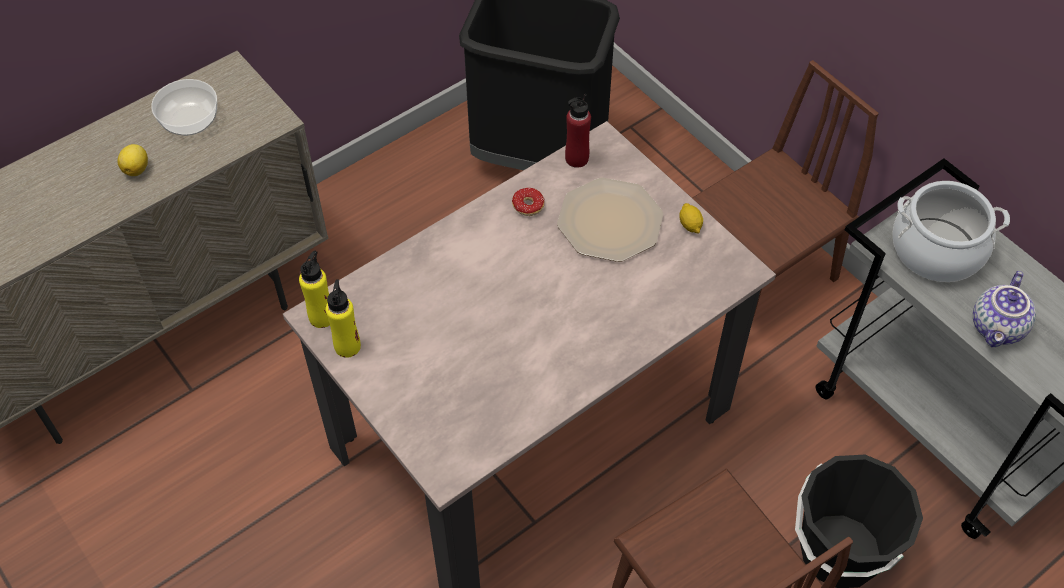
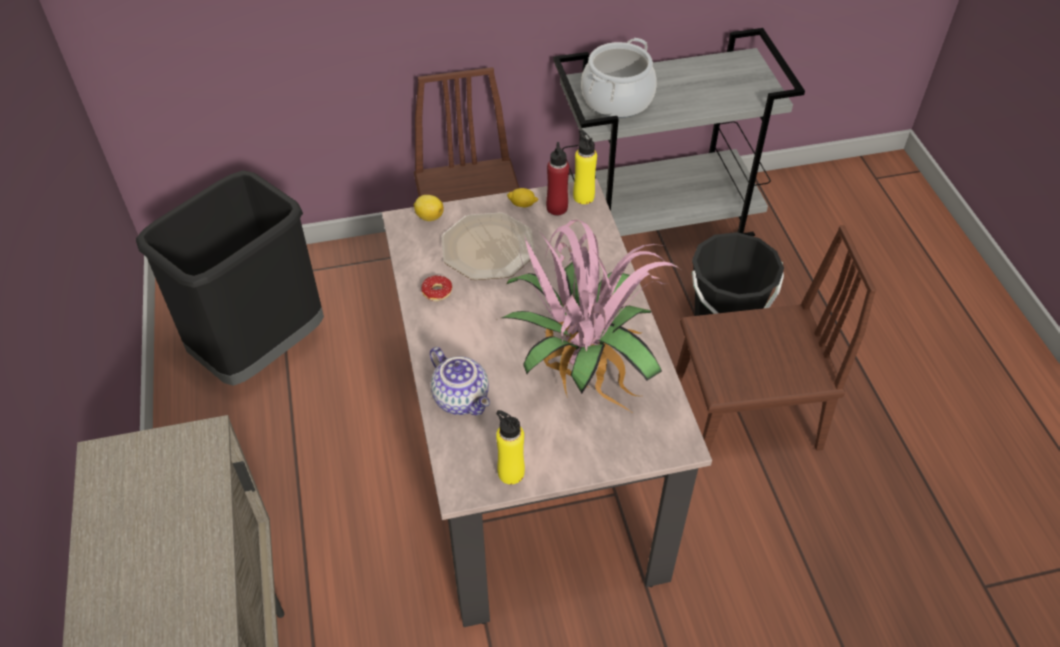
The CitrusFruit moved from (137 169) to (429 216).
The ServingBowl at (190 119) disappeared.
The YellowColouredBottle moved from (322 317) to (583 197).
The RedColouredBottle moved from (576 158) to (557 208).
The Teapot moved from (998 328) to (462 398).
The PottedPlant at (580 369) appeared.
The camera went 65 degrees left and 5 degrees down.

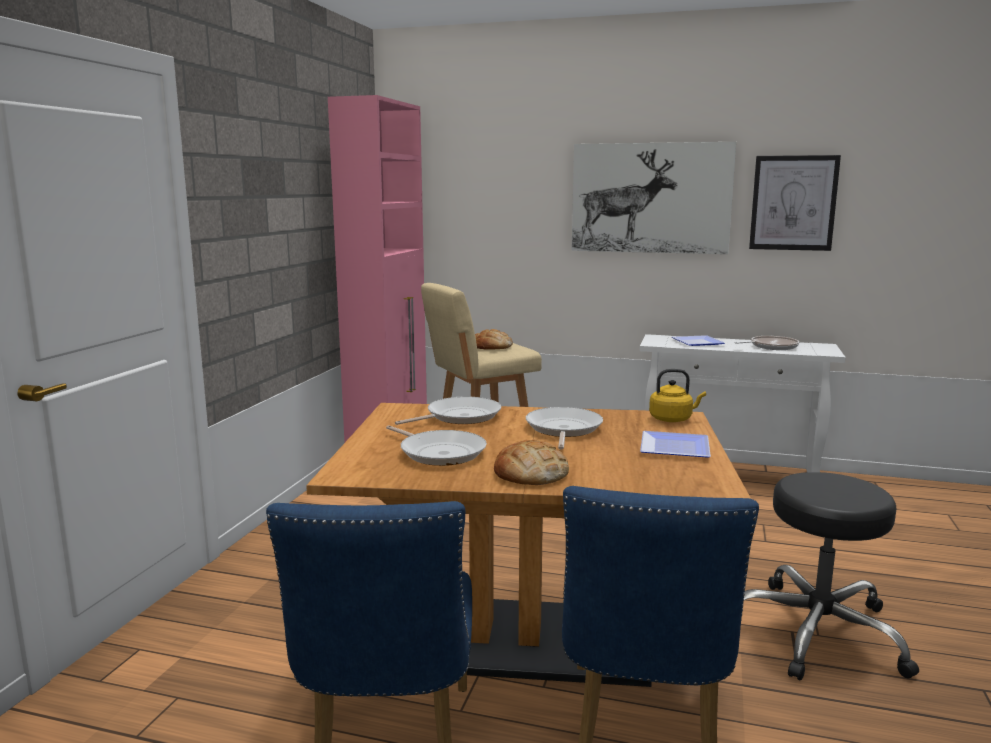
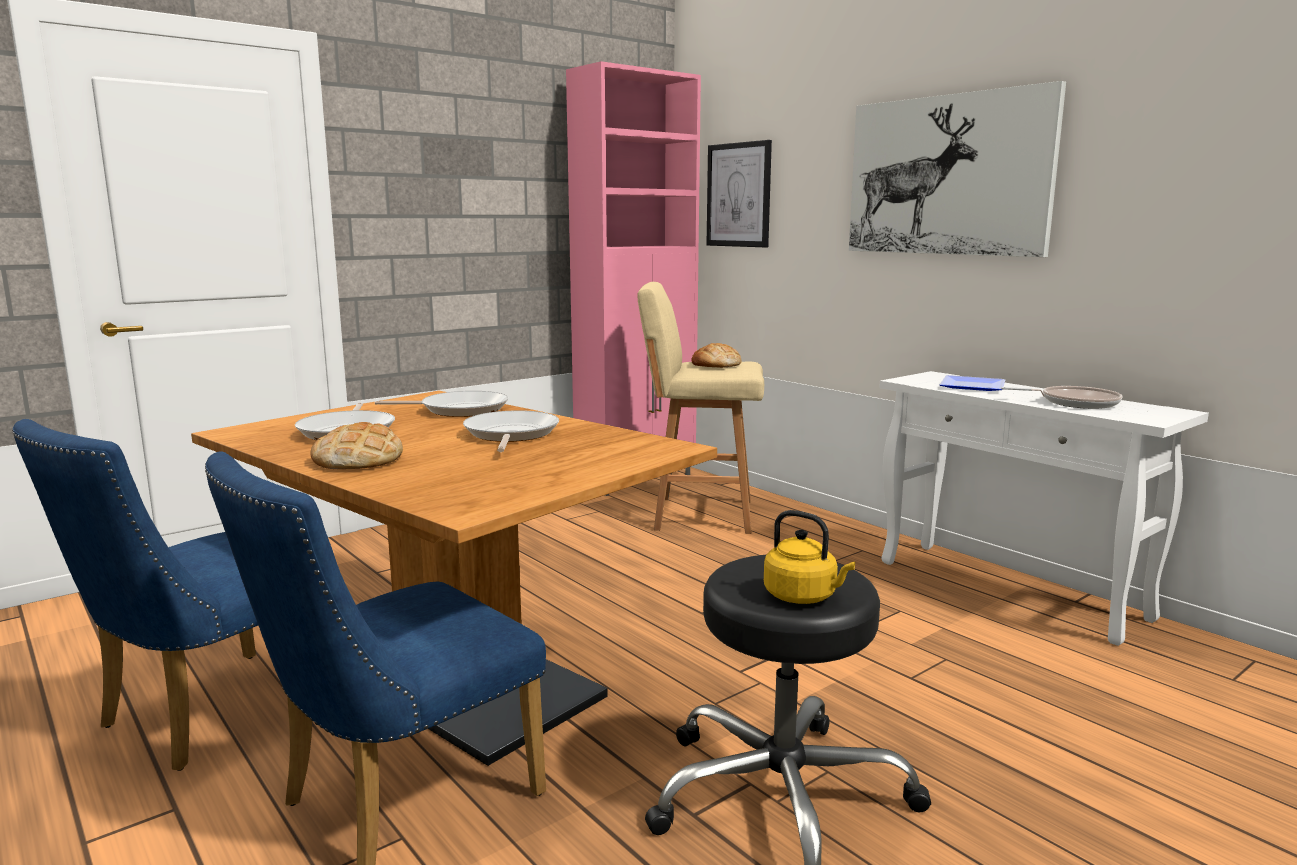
The Skillet at (563 429) turned 45 degrees counterclockwise.
The Plate at (677 447) disappeared.
The YellowColouredWaterKettle moved from (673 419) to (803 597).
The Picture moved from (793 203) to (739 195).
The camera went 35 degrees right and 0 degrees up.

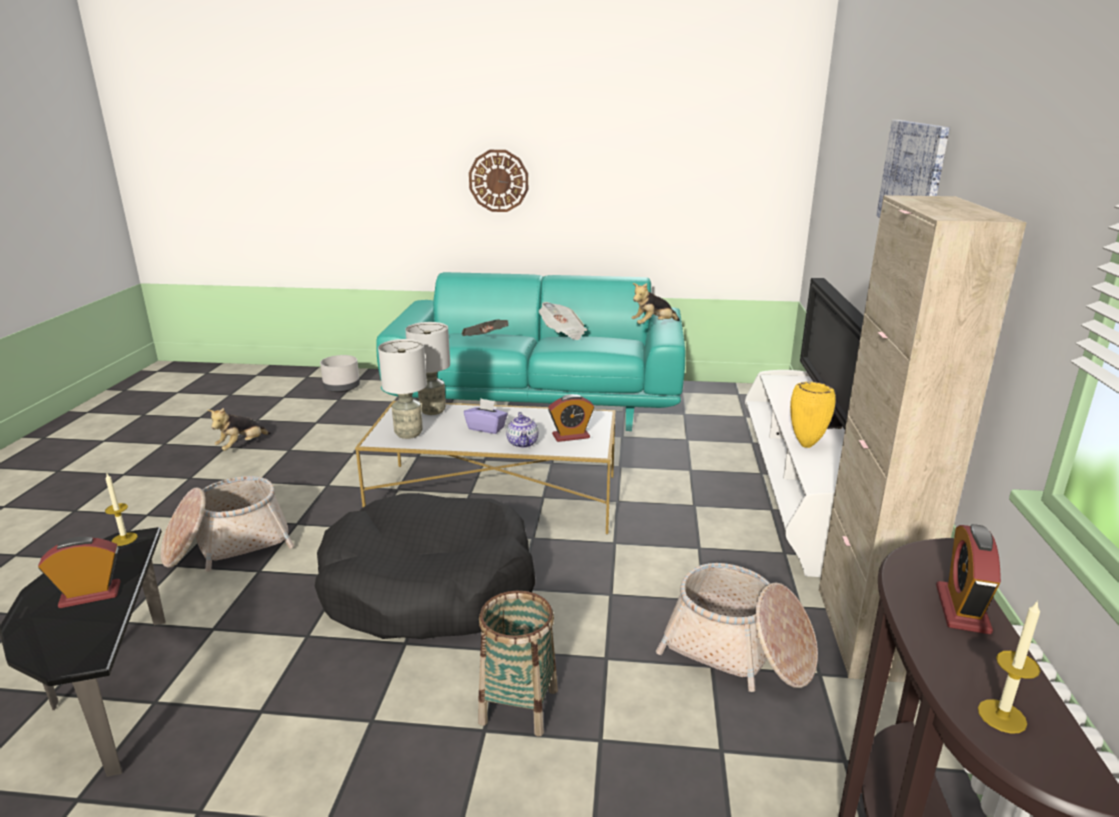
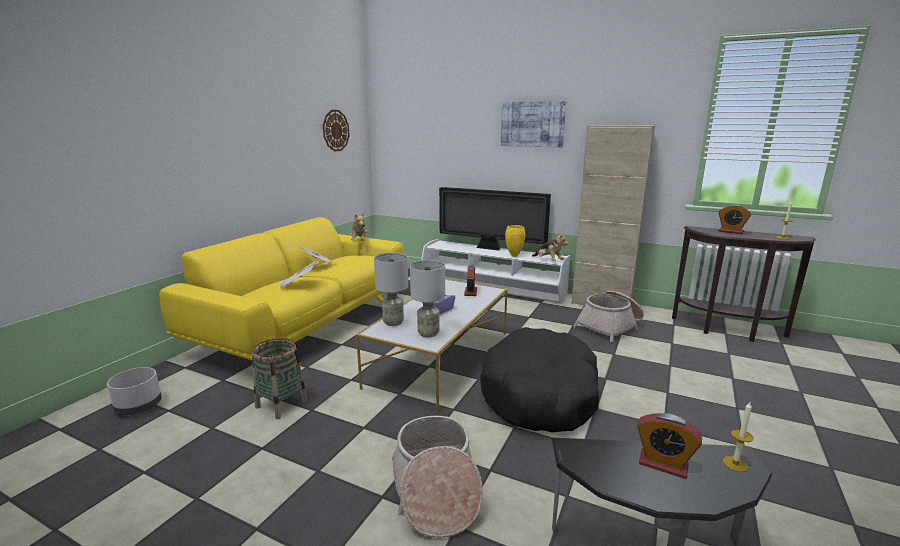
The TableClock at (90 595) turned 60 degrees counterclockwise.
The WaxCandle moved from (124 539) to (735 464).
The PlushToy moved from (242 446) to (548 261).
The TurquoiseColouredCouch at (538 399) became the YellowColouredCouch at (307 323).
The HangingClock moved from (498 181) to (335 130).
The StorageBasket moved from (518 706) to (281 404).
The Teapot at (523 443) disappeared.
The camera went 70 degrees left and 5 degrees down.

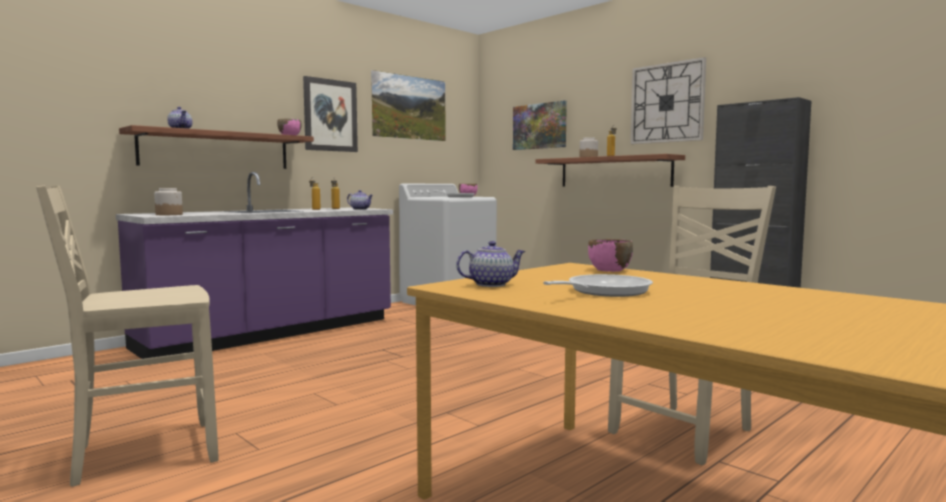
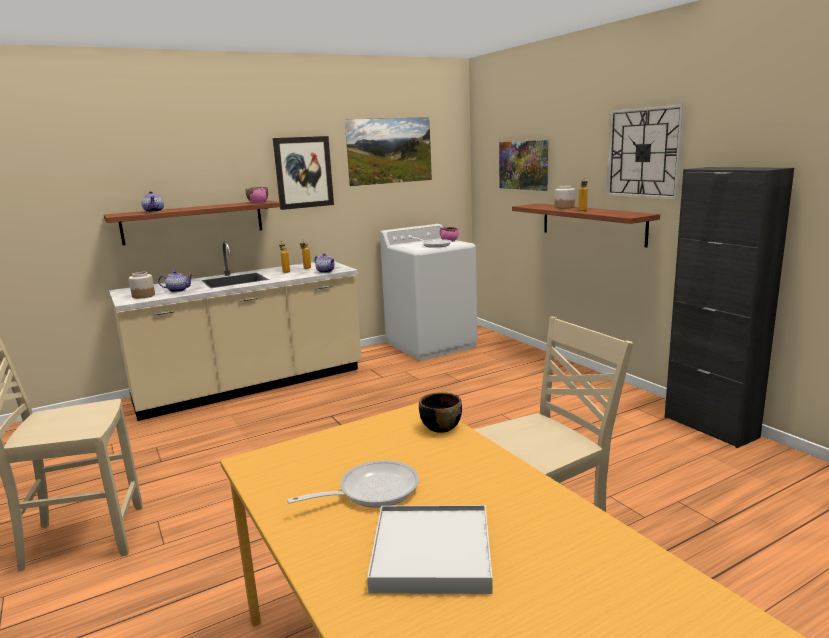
The PurplishKitchenCounter at (271 333) became the BeigeColouredKitchenCounter at (251 386).
The Teapot moved from (491 284) to (178 290).
The PinkishServingBowl at (609 270) became the BlackishServingBowl at (440 427).
The WhiteCarryingTray at (432 553) appeared.
The camera went 15 degrees right and 10 degrees up.

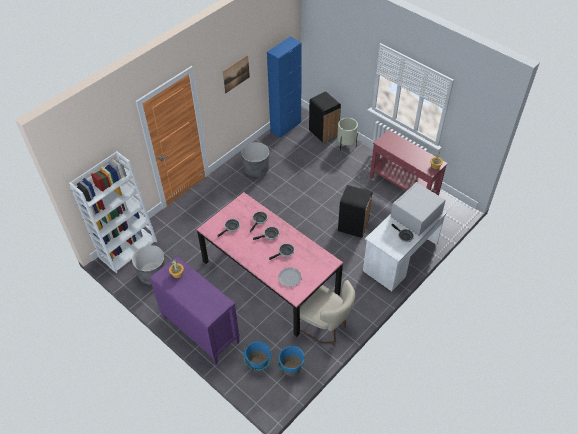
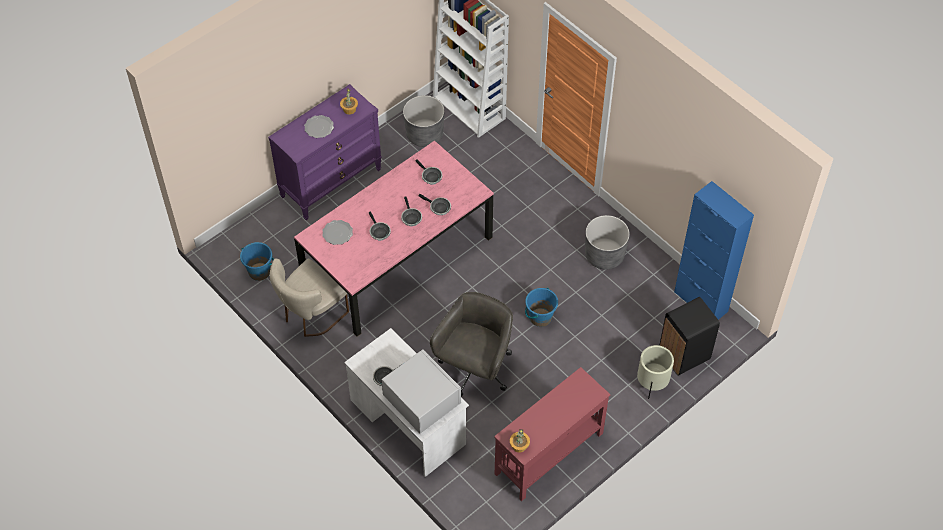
The Picture at (236 74) disappeared.
The BluishWaterBucket moved from (258 363) to (540 317).
The BlackishRubbishBin at (353 226) was replaced by the GreyComputerChair at (475 369).
The Plate at (319 127) appeared.
The camera went 95 degrees right and 5 degrees up.

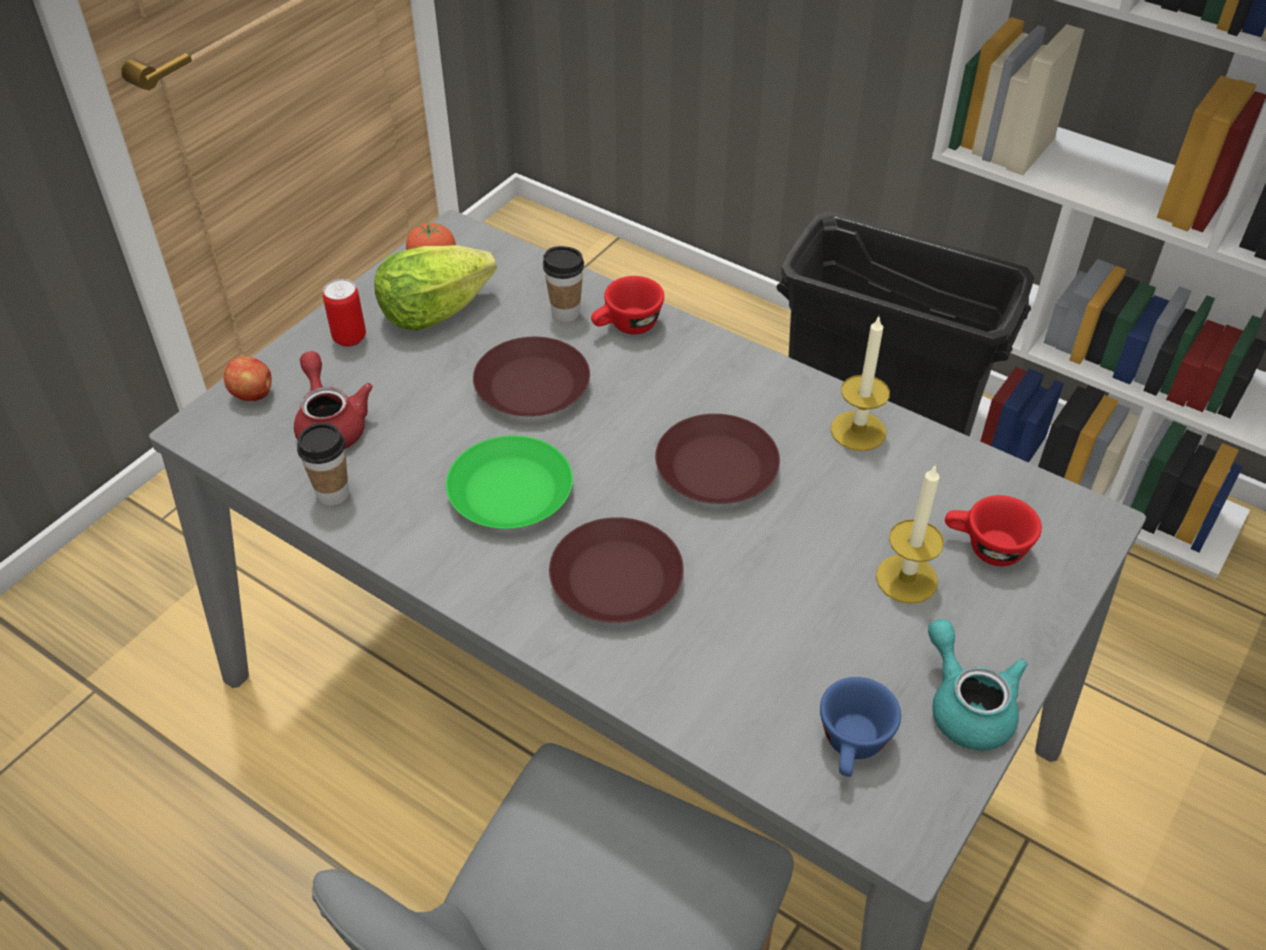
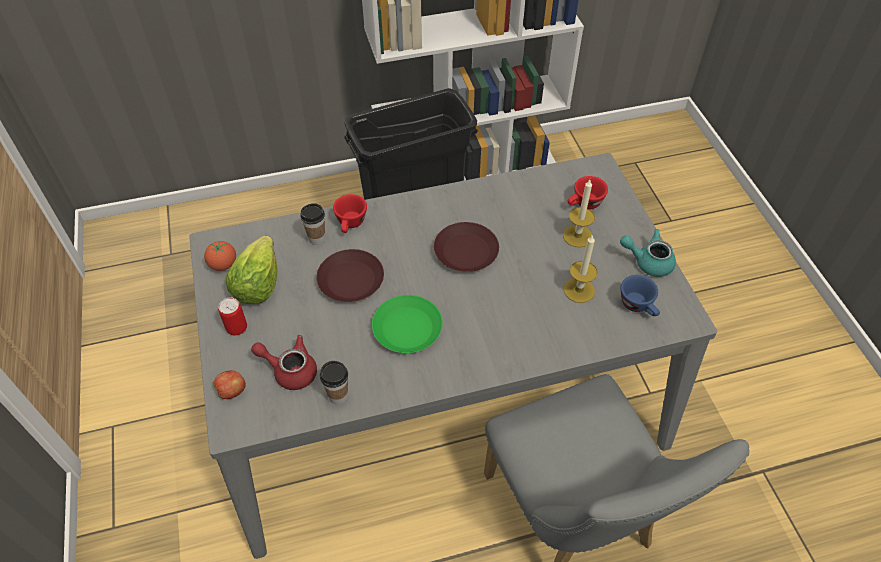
The BrownishPlate at (615 580) disappeared.
The WaxCandle moved from (858 431) to (579 290).
The camera went 50 degrees left and 5 degrees up.

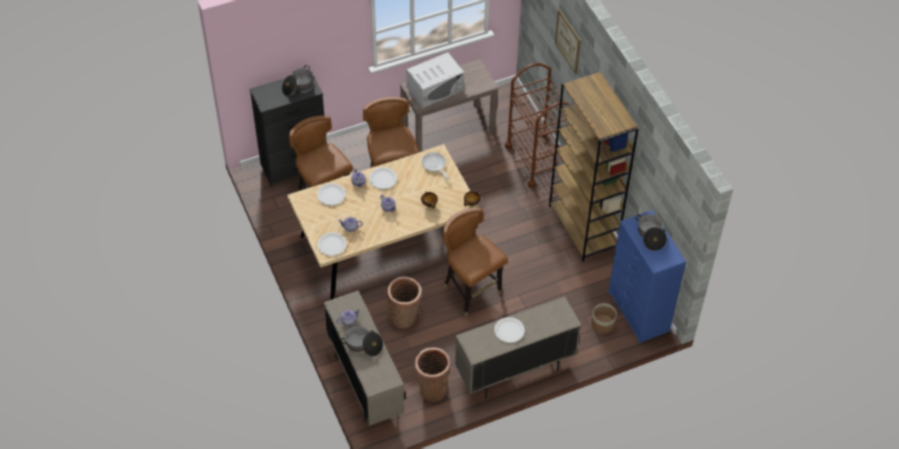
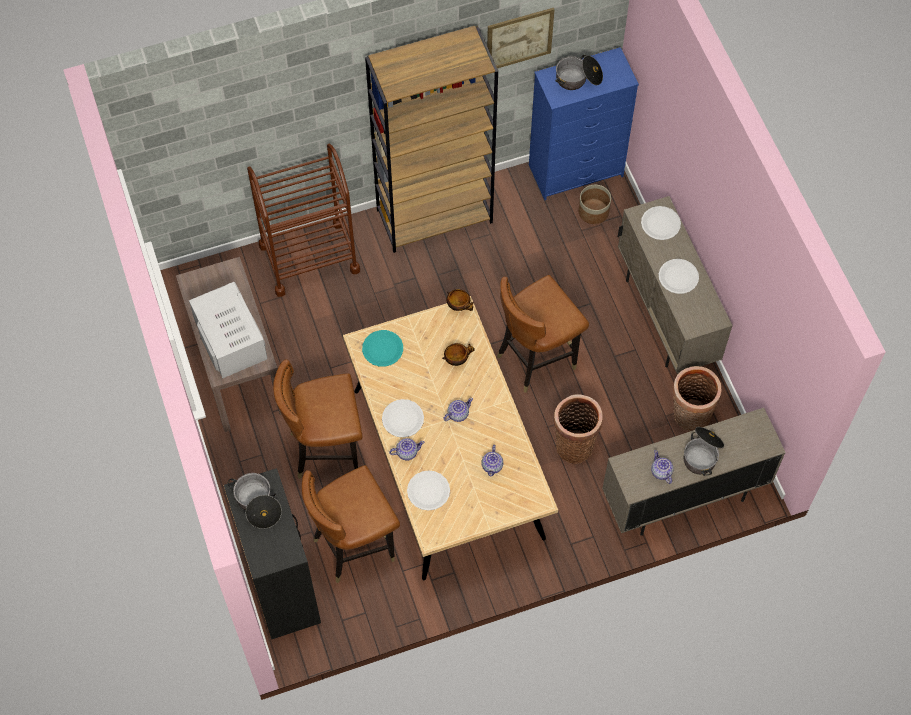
The WhitePlate moved from (331 245) to (660 224).
The Skillet at (434 165) was replaced by the TurquoiseColouredPlate at (383 349).
The Picture moved from (568 41) to (519 38).
The camera went 85 degrees left and 10 degrees up.

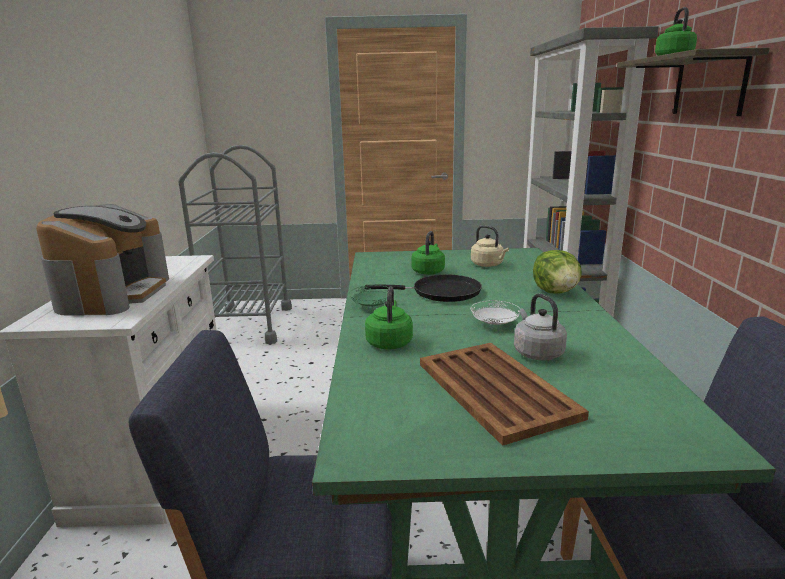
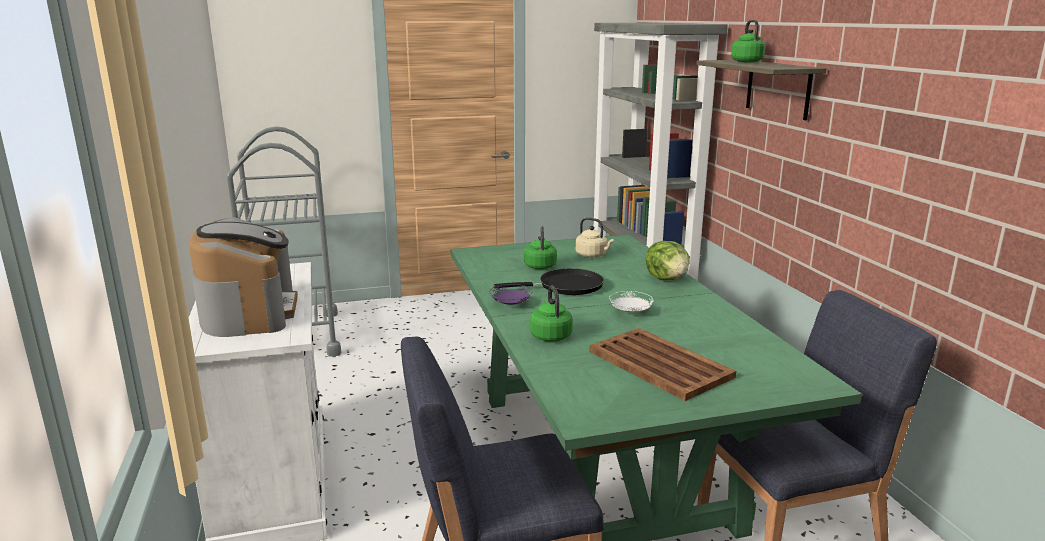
The GreenishPlate at (372 306) became the PurplishPlate at (511 304).
The GreyWaterKettle at (536 352) disappeared.
The camera went 15 degrees left and 0 degrees up.

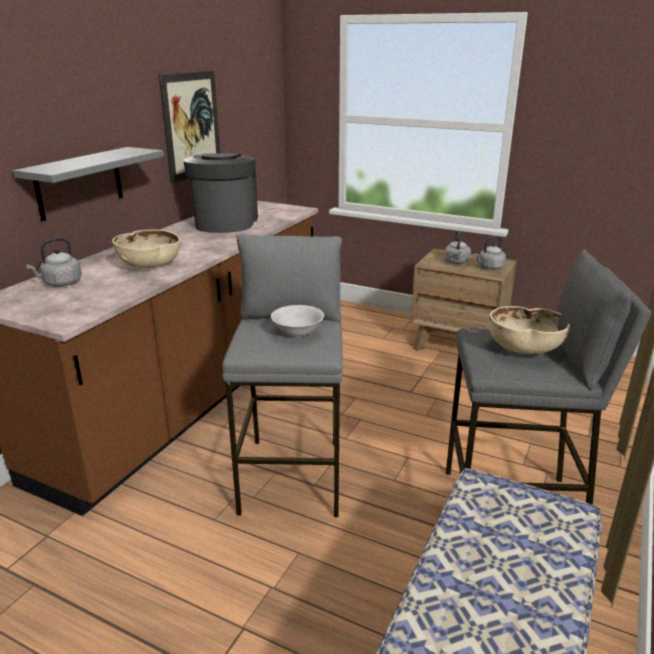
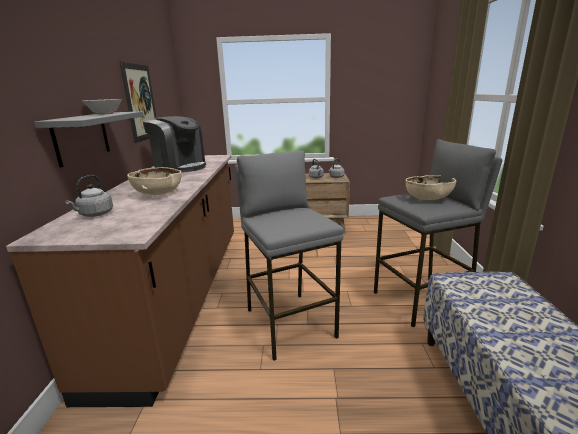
The CoffeeBrewer at (225 222) turned 150 degrees clockwise.
The WhiteServingBowl moved from (298 333) to (105 114).
The camera went 25 degrees left and 5 degrees down.

